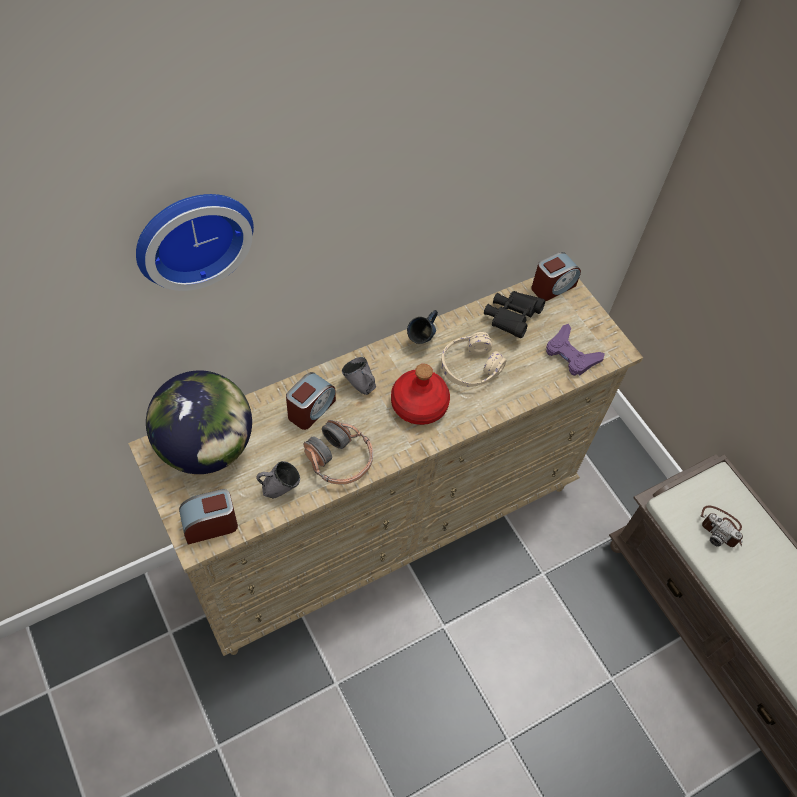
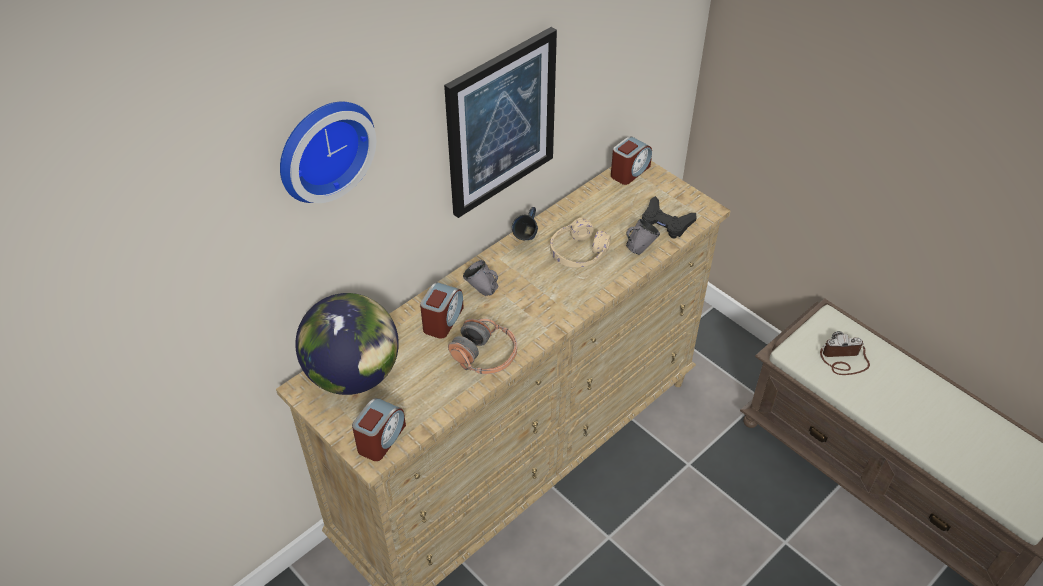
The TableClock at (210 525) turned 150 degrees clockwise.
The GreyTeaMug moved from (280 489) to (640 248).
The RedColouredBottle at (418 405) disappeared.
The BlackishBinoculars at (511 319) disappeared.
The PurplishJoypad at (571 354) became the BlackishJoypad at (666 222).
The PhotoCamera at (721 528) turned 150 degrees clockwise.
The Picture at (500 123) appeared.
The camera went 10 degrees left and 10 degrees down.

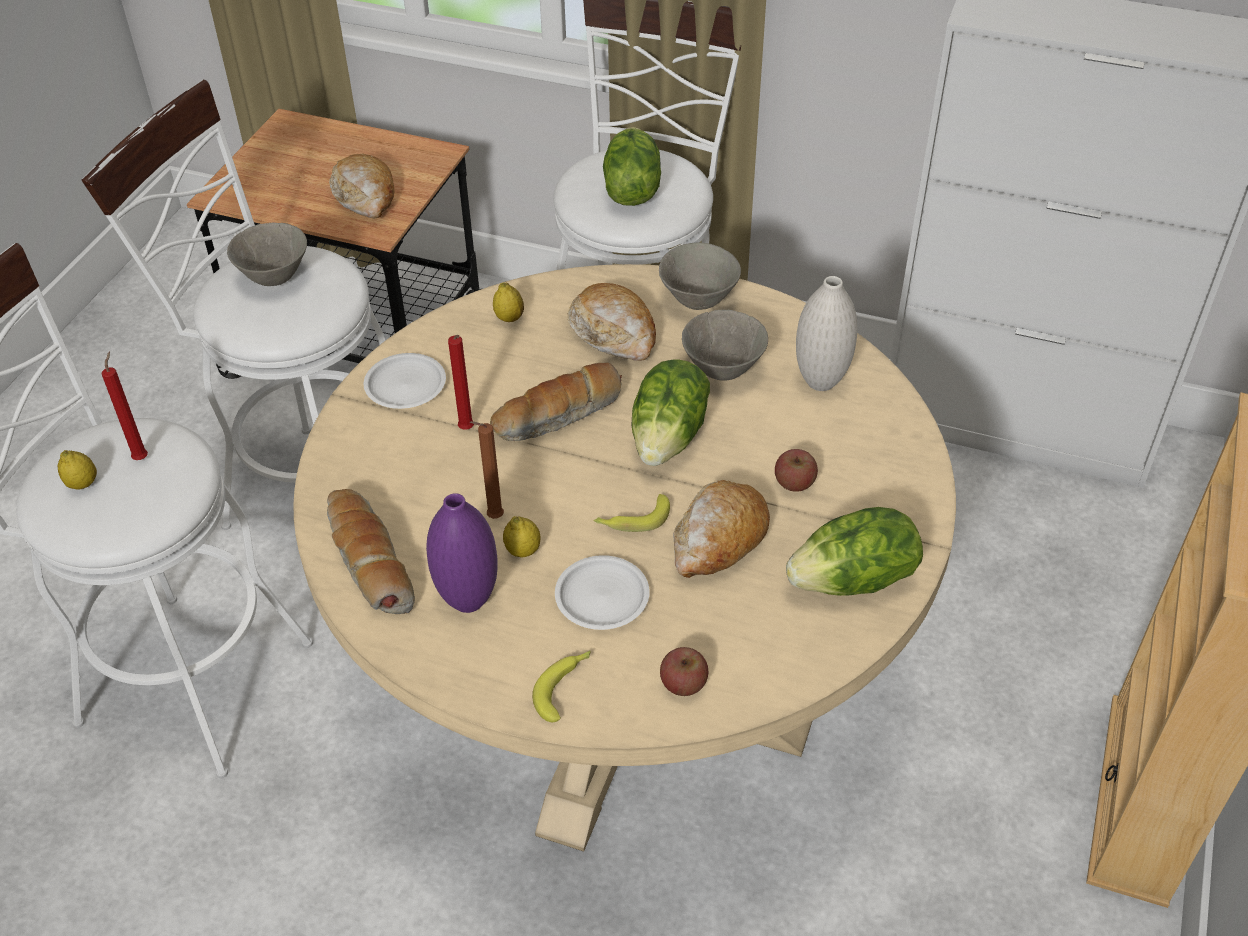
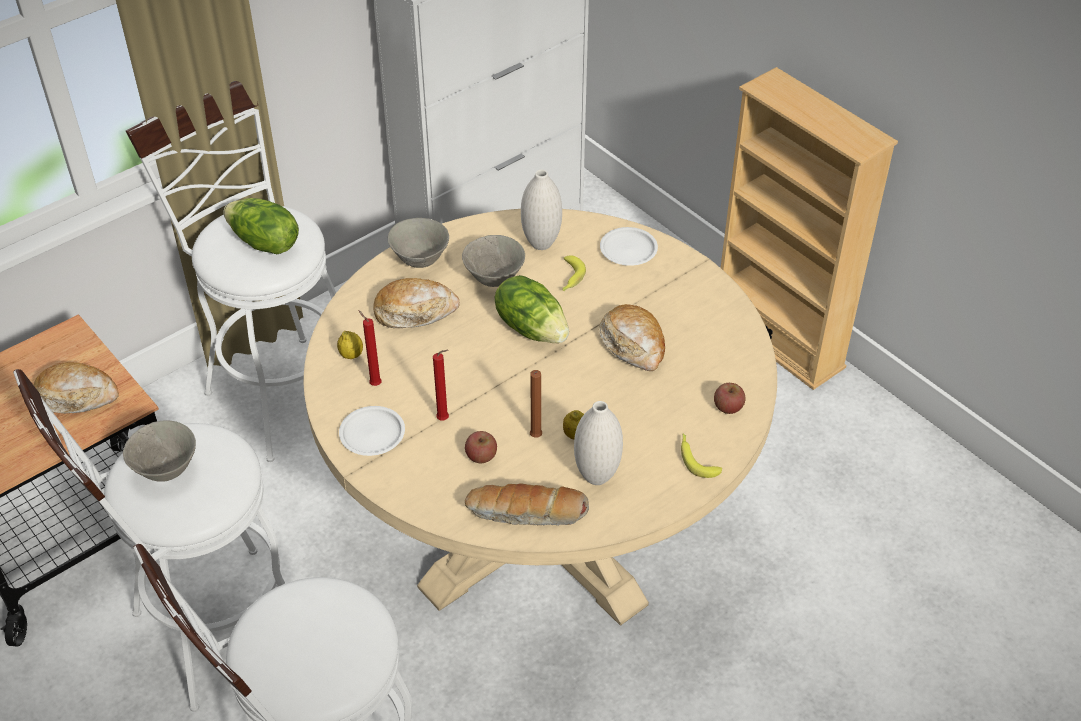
The CitrusFruit at (82 484) disappeared.
The RedColouredWaxCandle moved from (142 457) to (374 383).
The PurplishDecorativeVase at (468 600) became the WhiteDecorativeVase at (596 476).
The Bread at (559 416) disappeared.
The WhitePlate moved from (602 598) to (629 250).
The BananaFruit moved from (632 520) to (569 278).
The WholeApple moved from (794 483) to (481 456).
The HeadOfLettuce at (854 581) disappeared.
The camera went 60 degrees left and 0 degrees up.

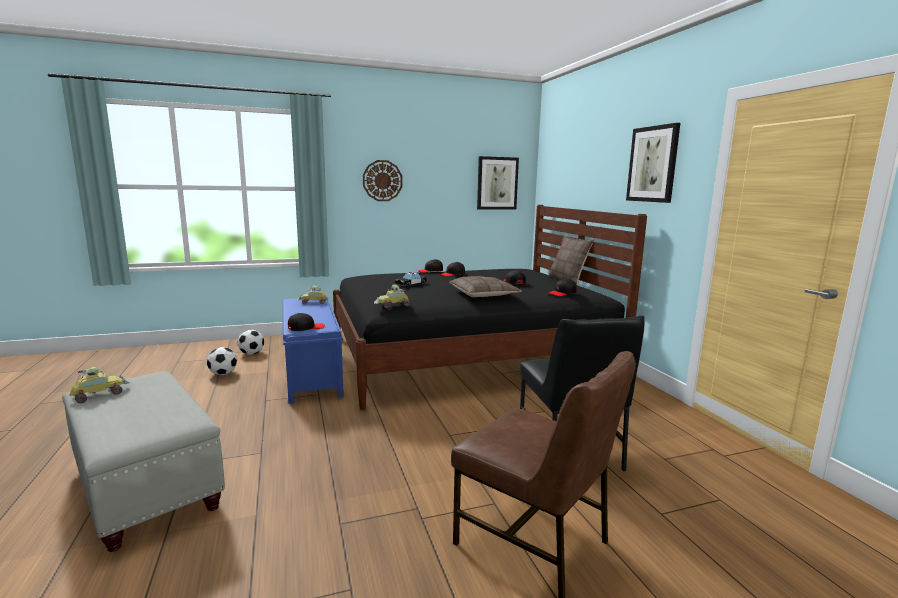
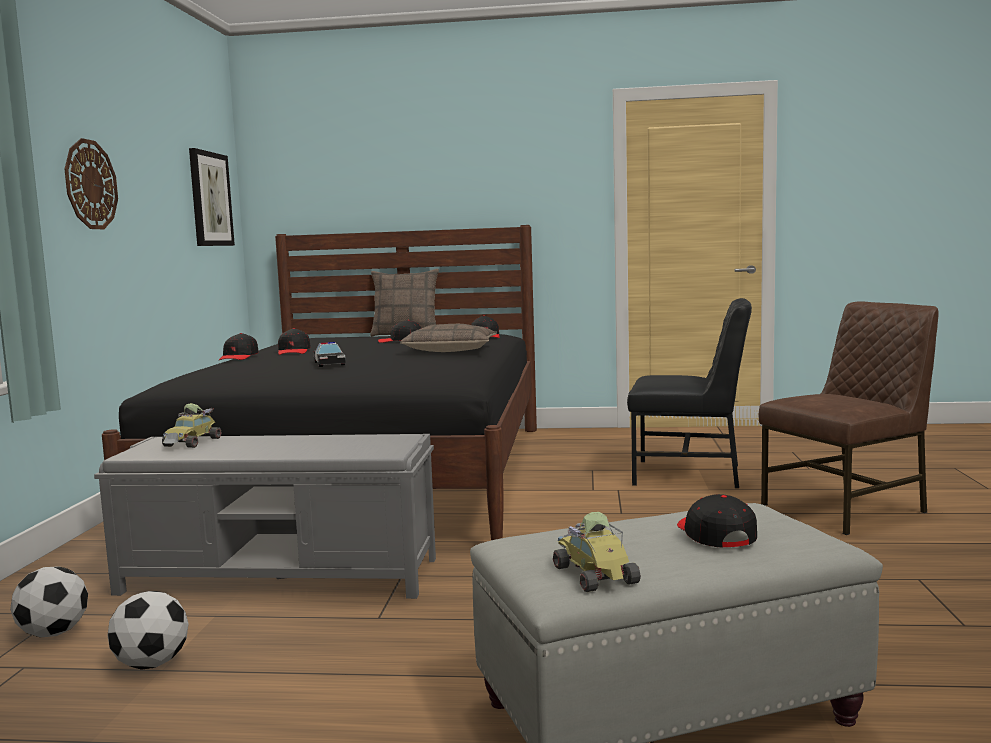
The BluishIndoorBench at (312 372) became the GreyIndoorBench at (282 576).
The BlackishCap moved from (306 328) to (714 535).
The MiniatureCar at (393 305) disappeared.
The Picture at (653 164) disappeared.
The camera went 65 degrees left and 5 degrees down.

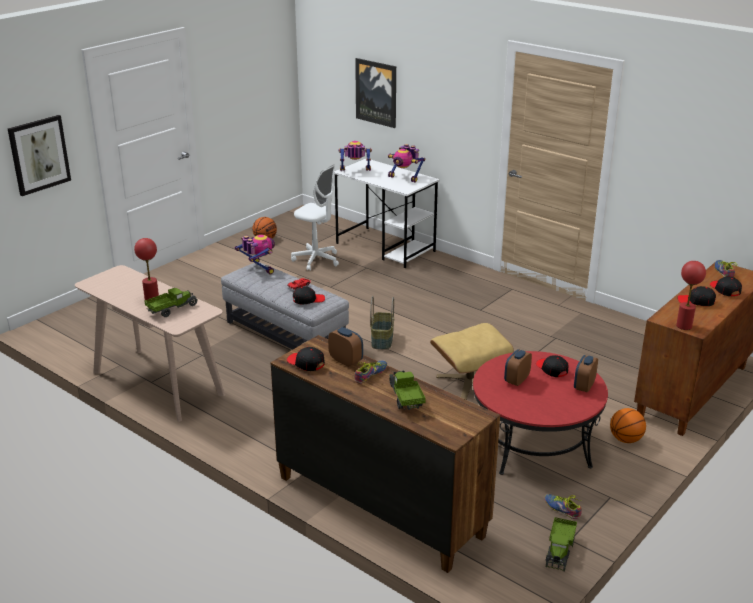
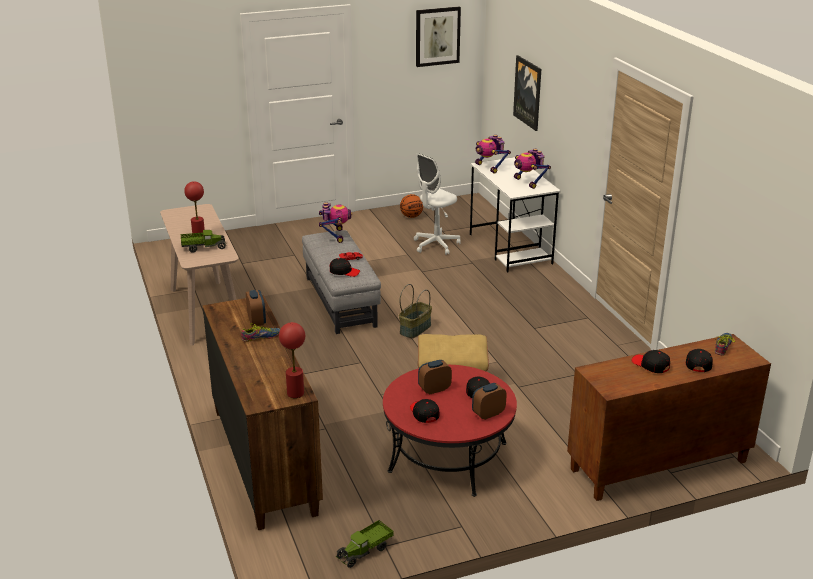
The Picture moved from (39 154) to (437 36).
The BlackishCap moved from (306 363) to (424 413).
The WhiteComputerChair at (316 260) turned 75 degrees clockwise.
The ModelRobot at (355 172) turned 150 degrees counterclockwise.
The ToyLorry at (405 398) disappeared.
The Shoe at (562 508) disappeared.
The BasketballBall at (625 439) disappeared.
The RedColouredTabletopLamp moved from (684 326) to (295 393).
The camera went 30 degrees right and 0 degrees up.

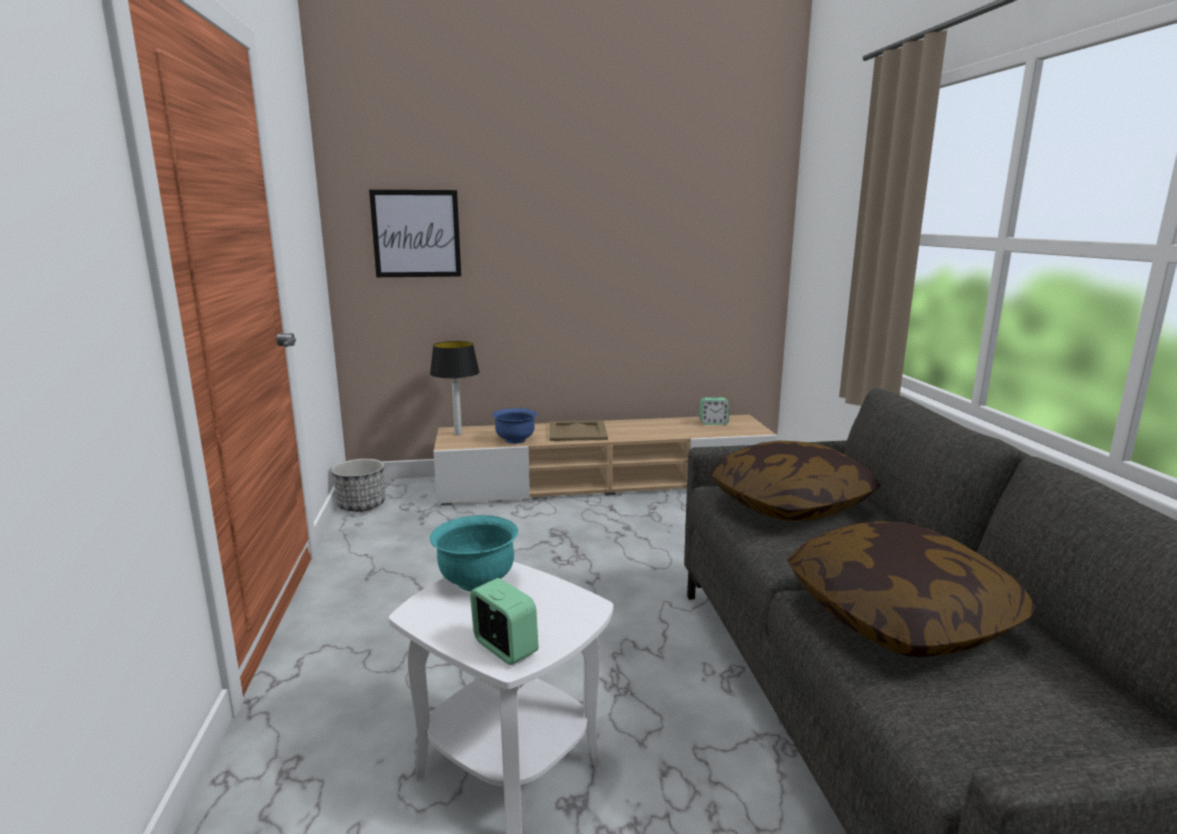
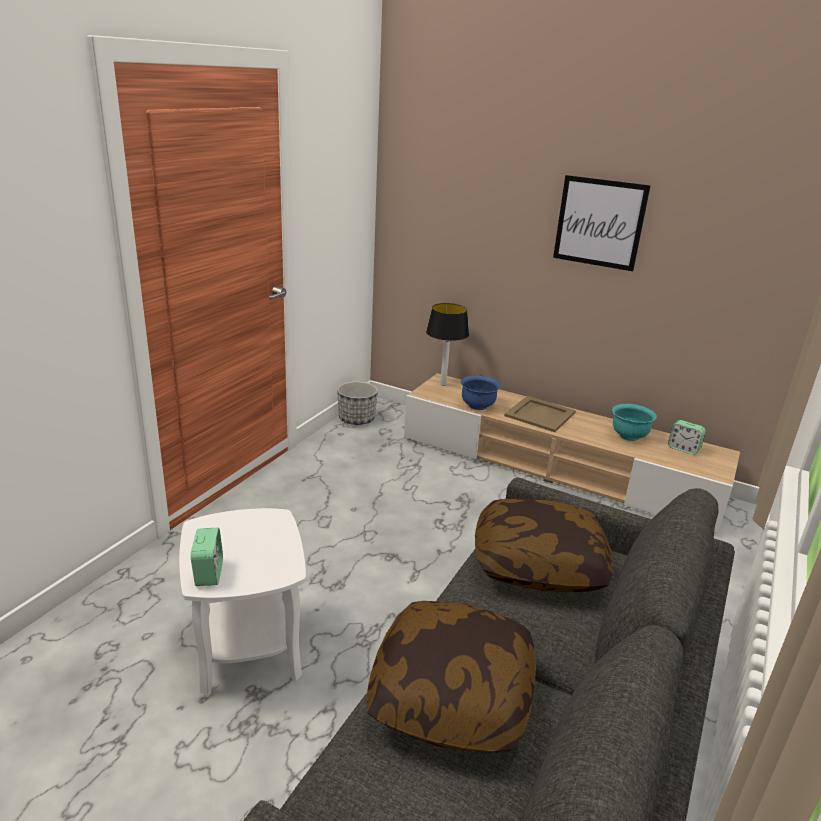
The Picture moved from (416 234) to (599 223).
The TurquoiseColouredServingBowl moved from (476 581) to (629 436).
The camera went 35 degrees right and 10 degrees up.

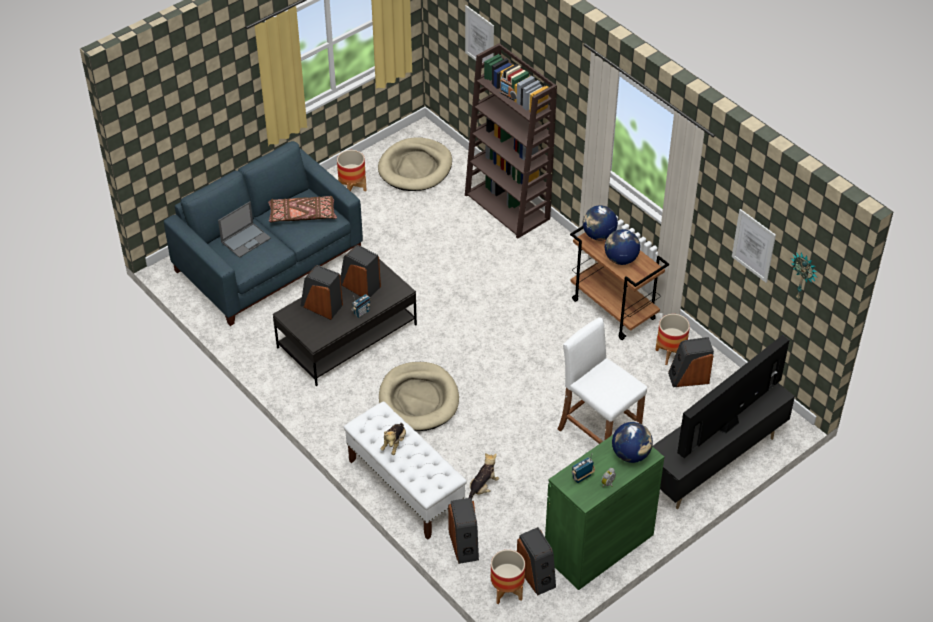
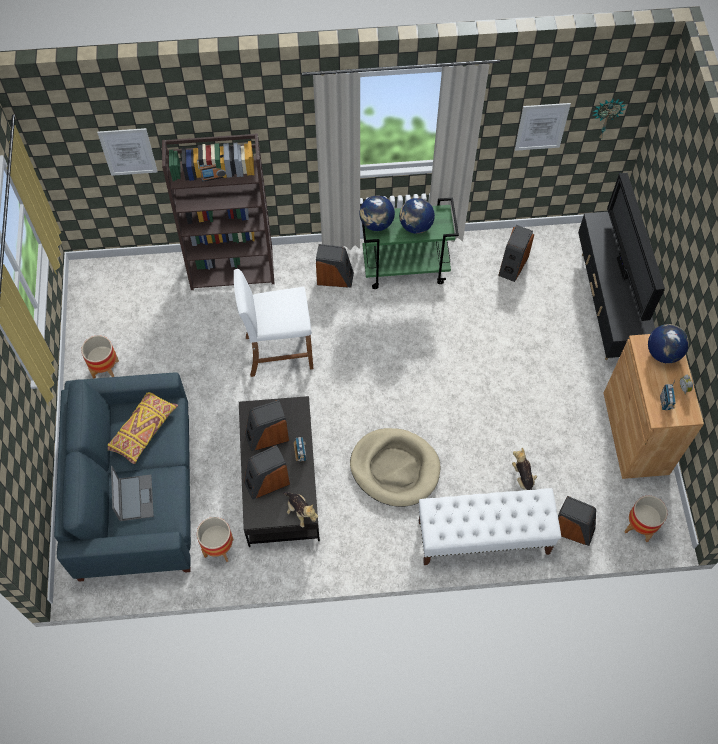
The BrownishCushion at (302 215) became the YellowColouredCushion at (143 430).
The BeigeColouredDogCushion at (415 168) disappeared.
The PlushToy moved from (394 443) to (300 512).
The Loudspeaker moved from (536 575) to (335 278).
The GreenishCabinet at (599 546) became the BrownishCabinet at (635 433).
The WhiteSittingStool moved from (598 434) to (278 352).
The BrownishTrolley at (614 309) became the GreenishTrolley at (406 268).
The PlantPot moved from (670 354) to (219 548).
The camera went 55 degrees left and 15 degrees up.

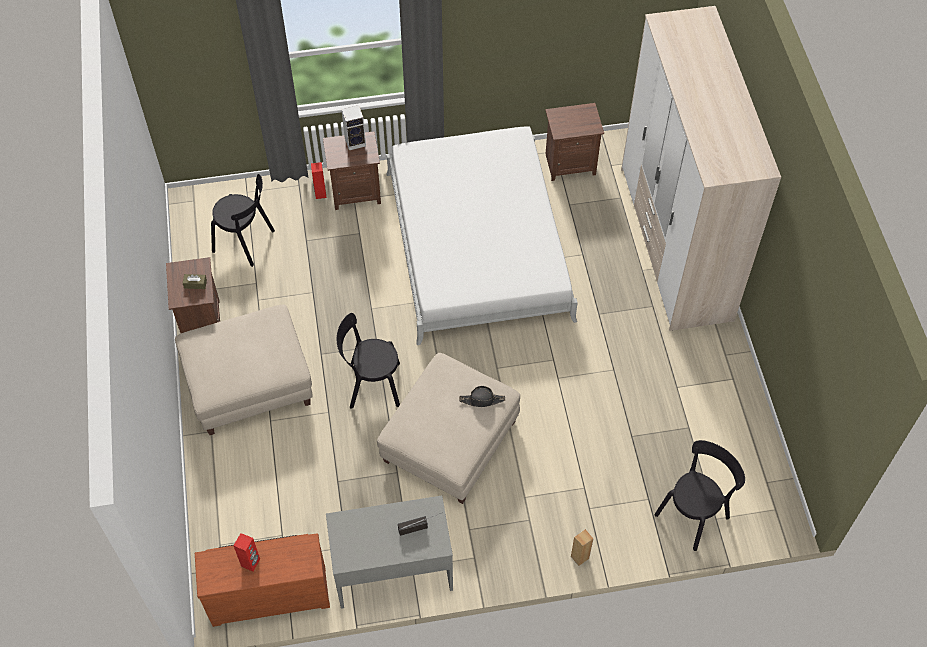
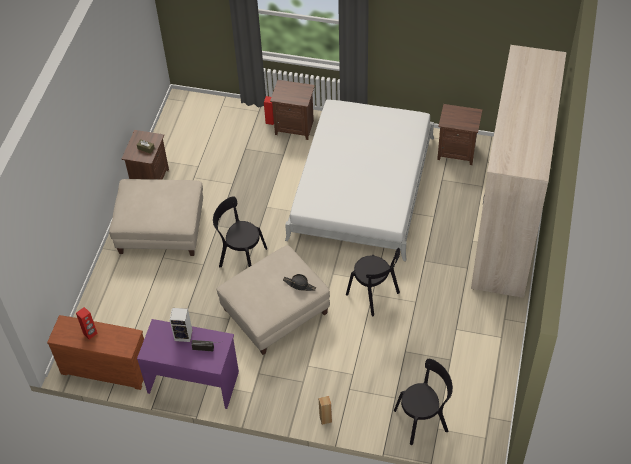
The BlackishChair moved from (246 242) to (374 295).
The GreyDesk at (393 570) became the PurplishDesk at (193 381).
The Loudspeaker moved from (356 141) to (184 335).
The camera went 25 degrees right and 5 degrees down.

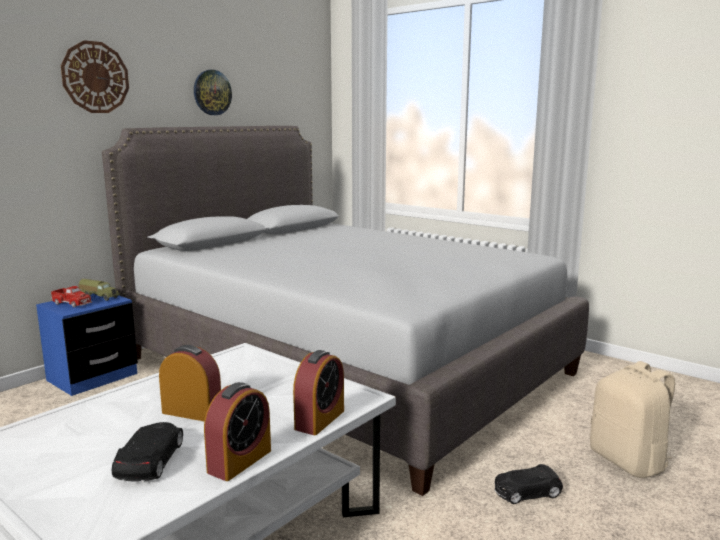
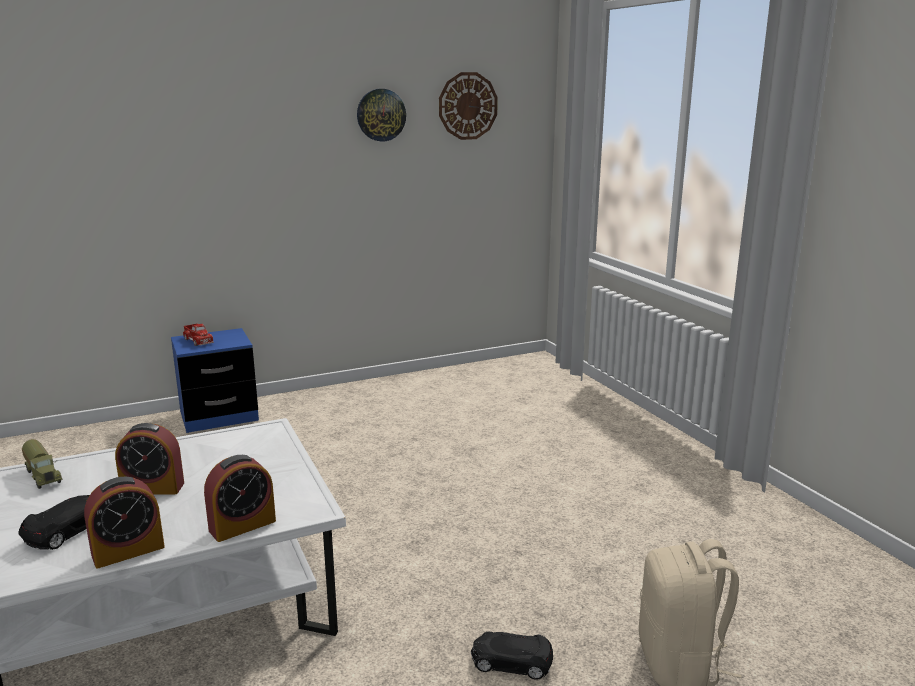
The HangingClock moved from (95 77) to (467 106).
The ToyLorry moved from (99 297) to (43 475).
The GreyBed at (344 365) disappeared.
The TableClock at (192 412) turned 135 degrees clockwise.
The camera went 25 degrees right and 5 degrees up.

